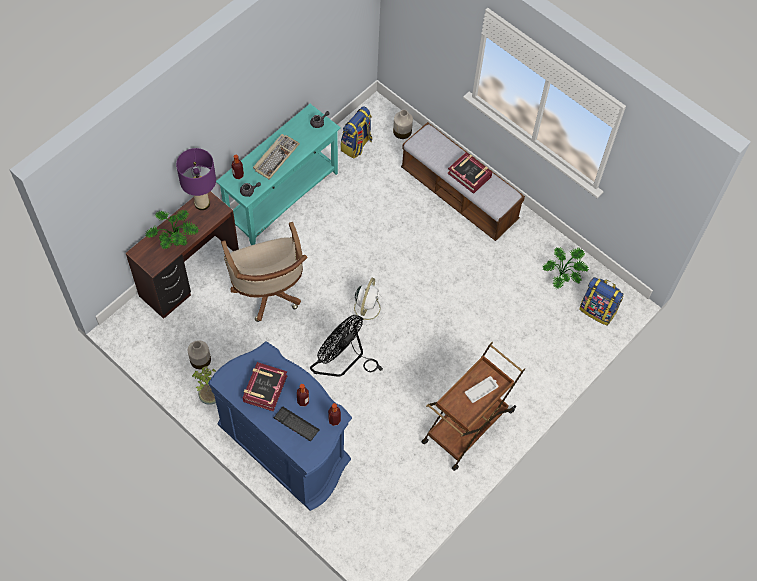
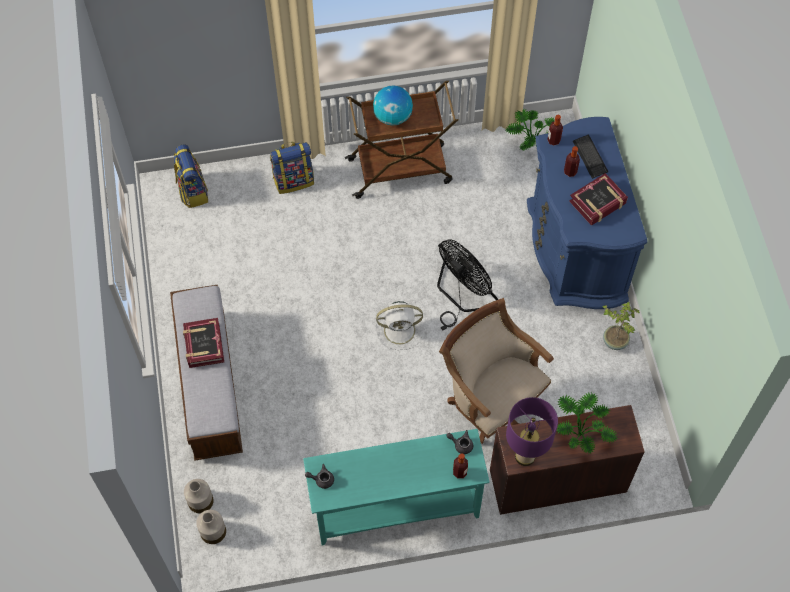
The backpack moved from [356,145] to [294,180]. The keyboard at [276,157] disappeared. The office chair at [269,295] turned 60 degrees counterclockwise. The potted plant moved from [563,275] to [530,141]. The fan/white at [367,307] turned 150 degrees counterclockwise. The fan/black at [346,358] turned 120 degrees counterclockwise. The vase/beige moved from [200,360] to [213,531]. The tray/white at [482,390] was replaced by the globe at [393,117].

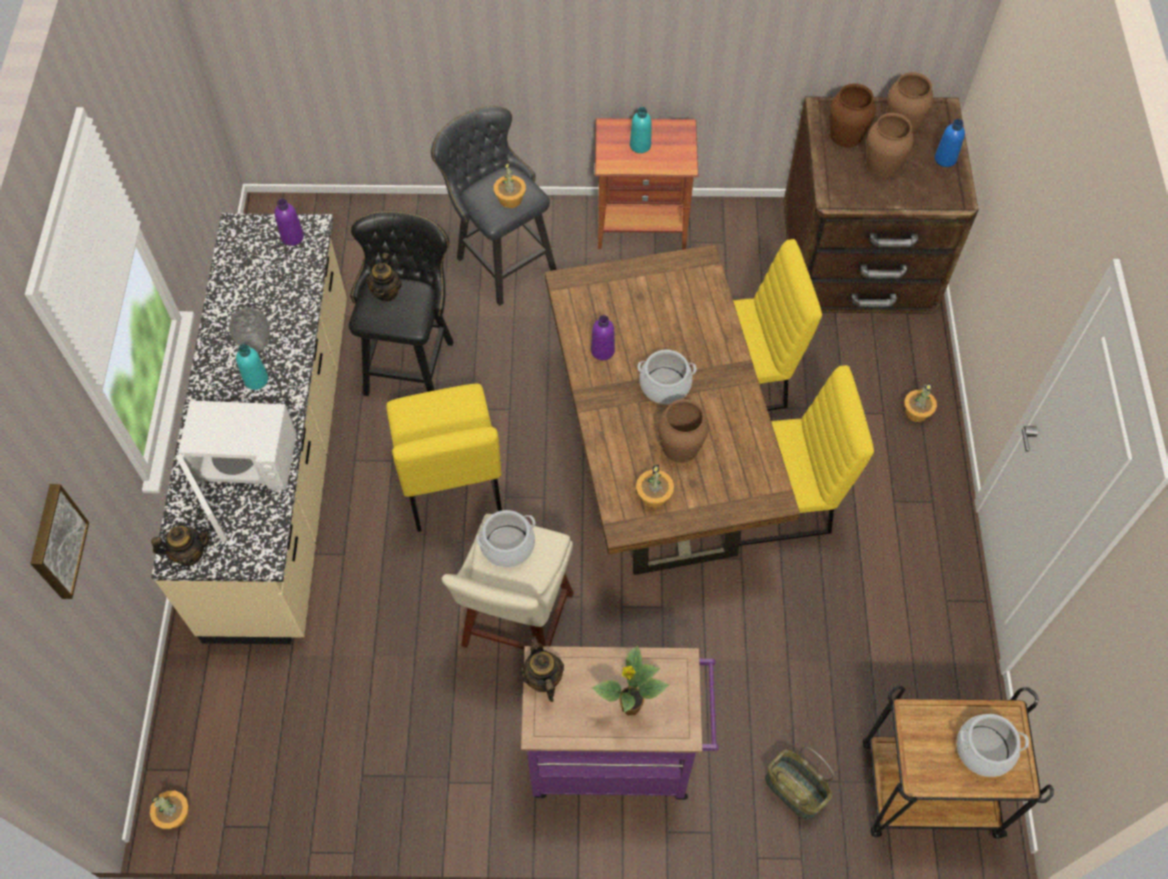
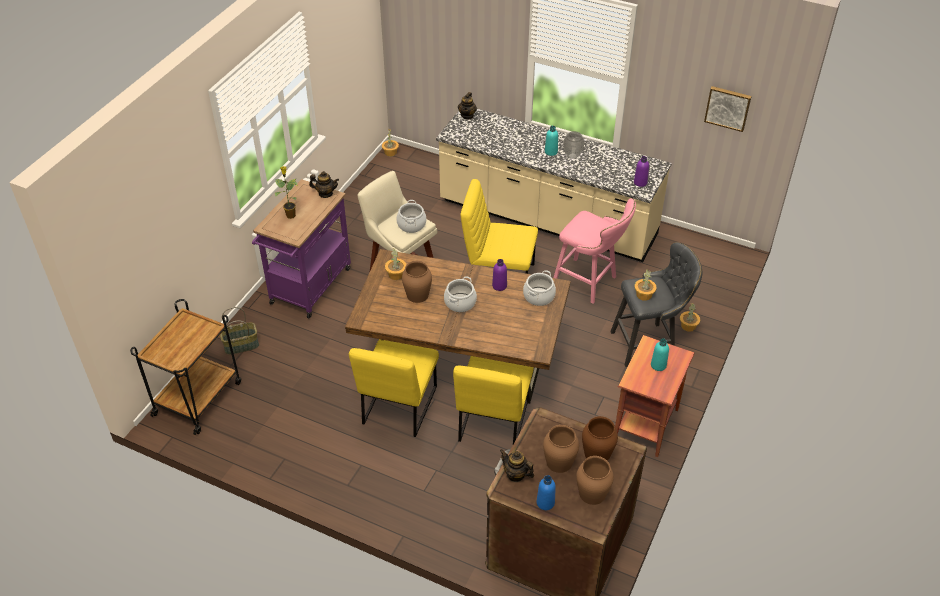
The stool/black at [412,357] became the stool/pink at [590,284]. The teapot moved from [387,292] to [515,474]. The potted plant moved from [917,412] to [688,326]. The microwave/white at [242,463] disappeared. The picture moved from [55,542] to [728,107]. The cooking pot moved from [984,750] to [538,296].

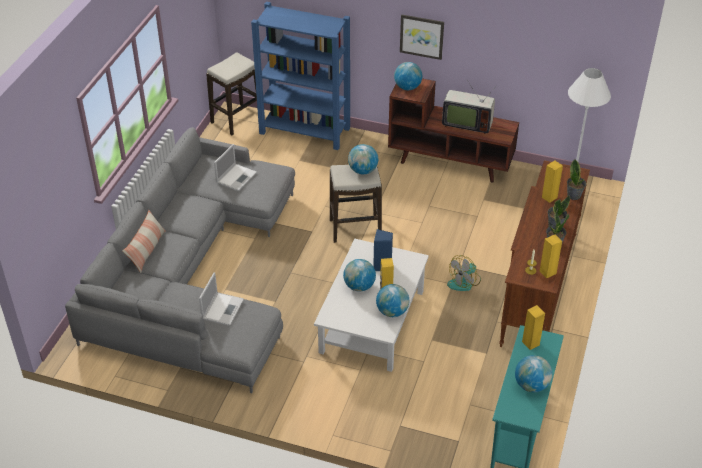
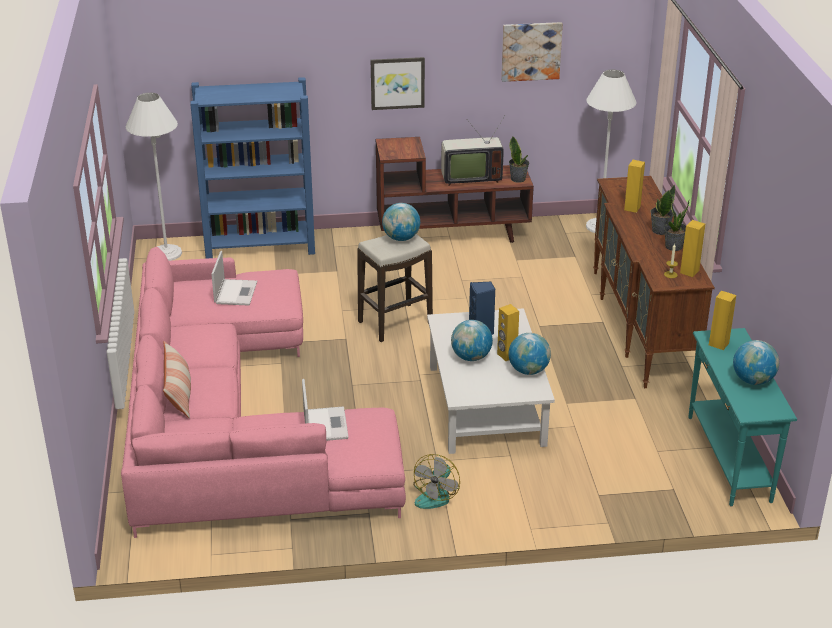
The stool at [236,119] was replaced by the floor lamp/white at [166,253]. The globe at [407,87] disappeared. The sofa/grey at [193,277] became the sofa/pink at [234,422]. The potted plant moved from [574,195] to [518,179]. The fan moved from [464,282] to [436,495]. The picture at [531,51] appeared.

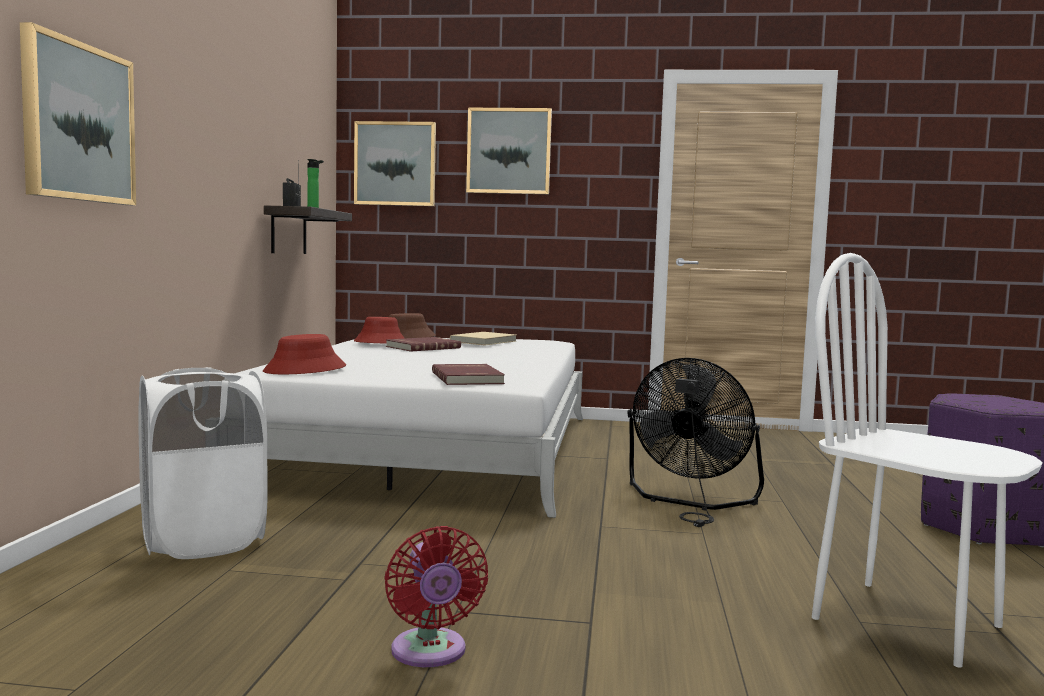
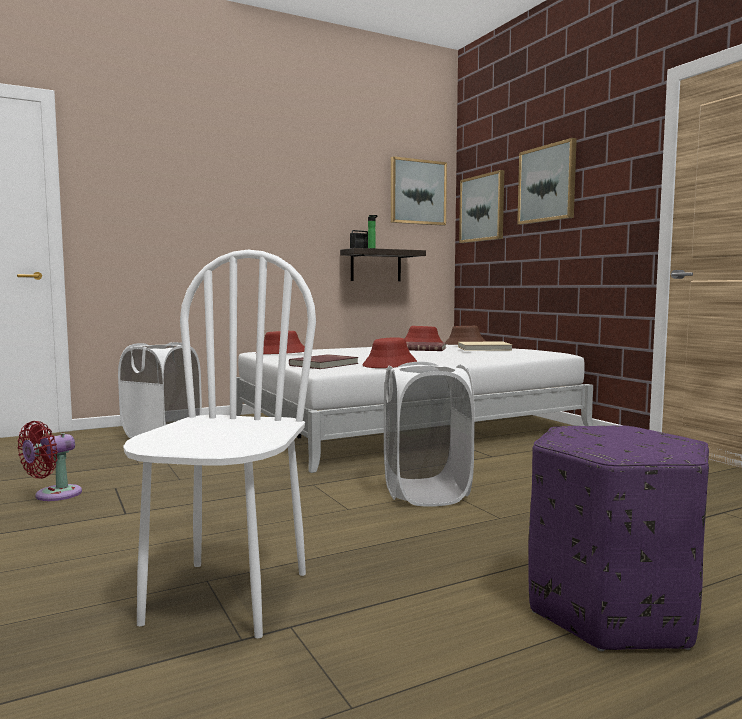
The picture moved from [78,123] to [417,192]. The fan/black at [688,501] was replaced by the laundry basket/white at [425,493]. The hat/red at [390,364] appeared.

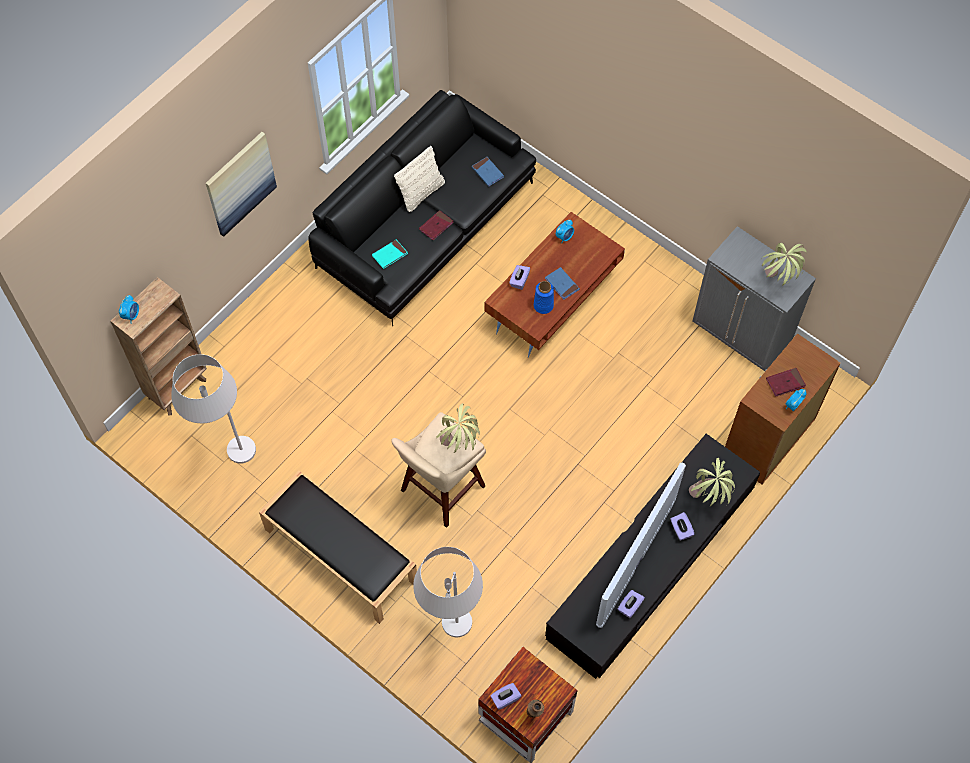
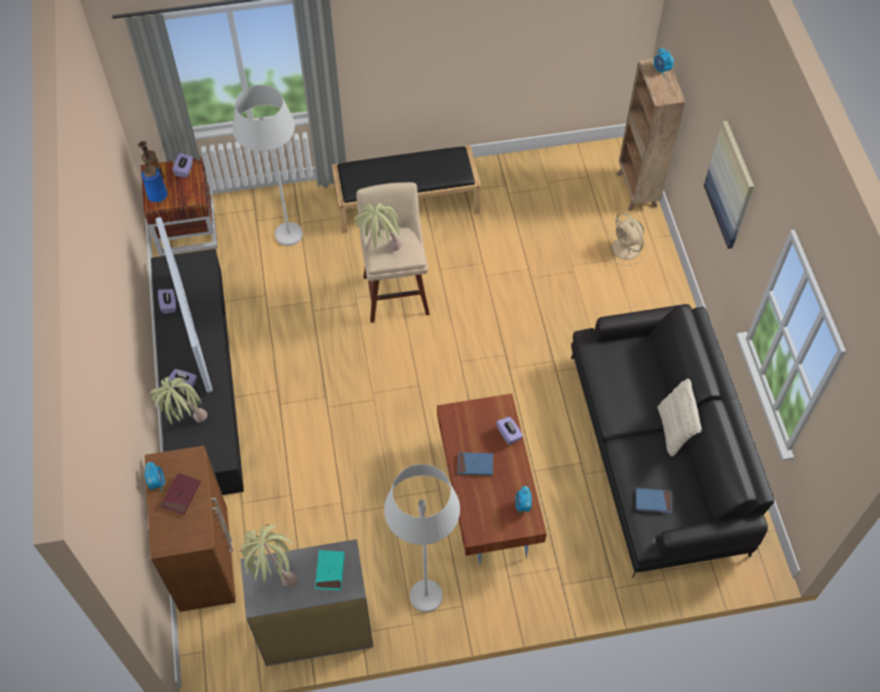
The book/red at [436,226] disappeared. The book/turquoise moved from [390,255] to [330,571]. The vase/blue moved from [543,305] to [157,195]. The floor lamp/white moved from [229,461] to [424,579]. The fan/beige at [626,249] appeared.

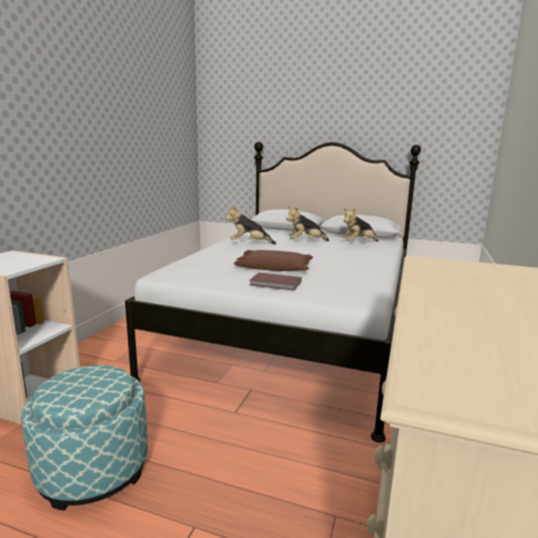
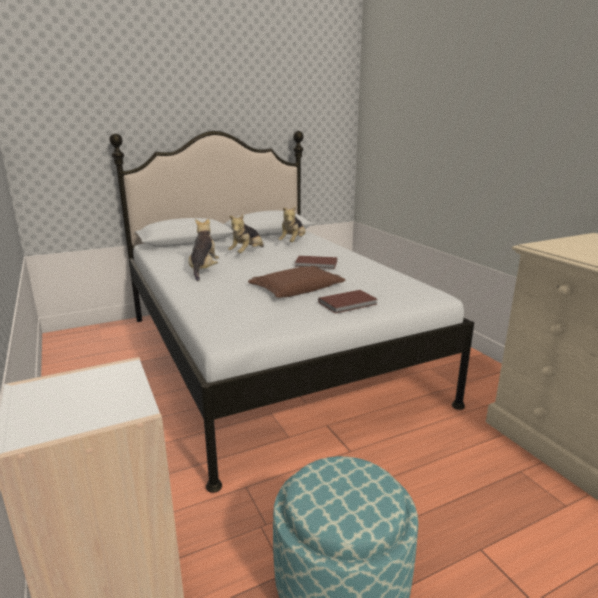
The plush toy at [249,243] turned 135 degrees clockwise. The book/brown at [316,264] appeared.

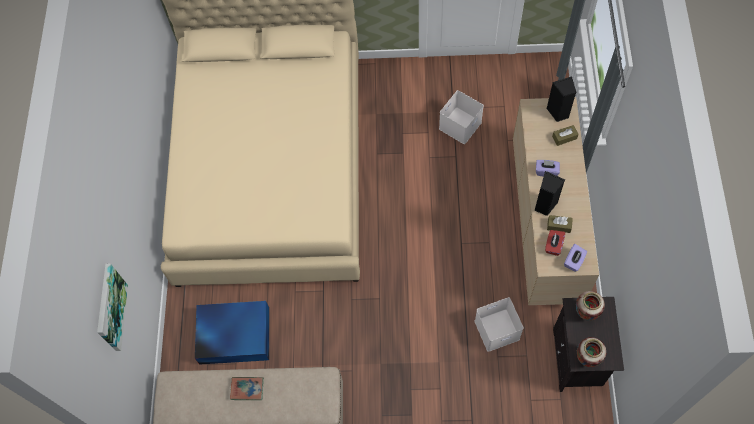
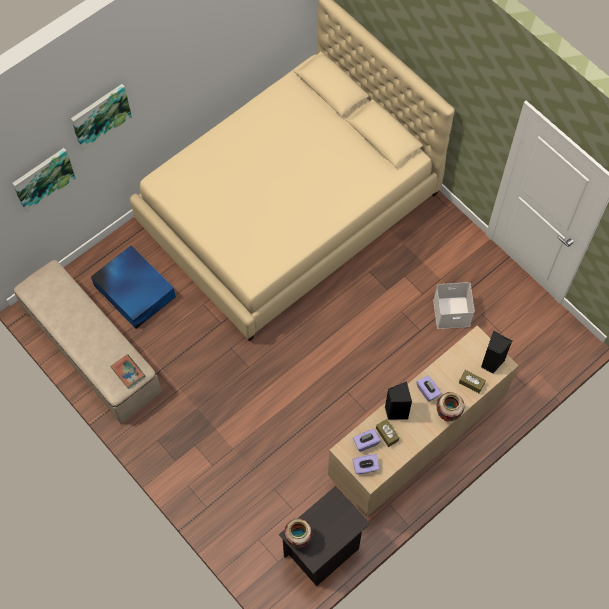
The tissue box/red at [553,245] became the tissue box/purple at [366,442]. The vase moved from [585,313] to [447,415]. The storage box/white at [496,331] disappeared. The book moved from [247,389] to [128,372]. The picture at [100,116] appeared.

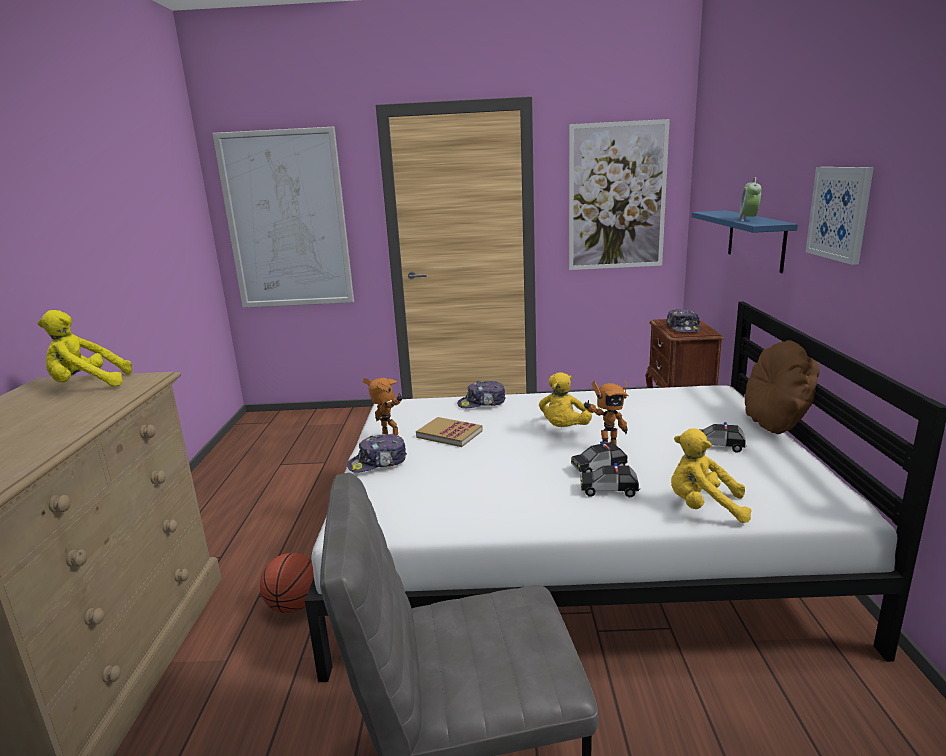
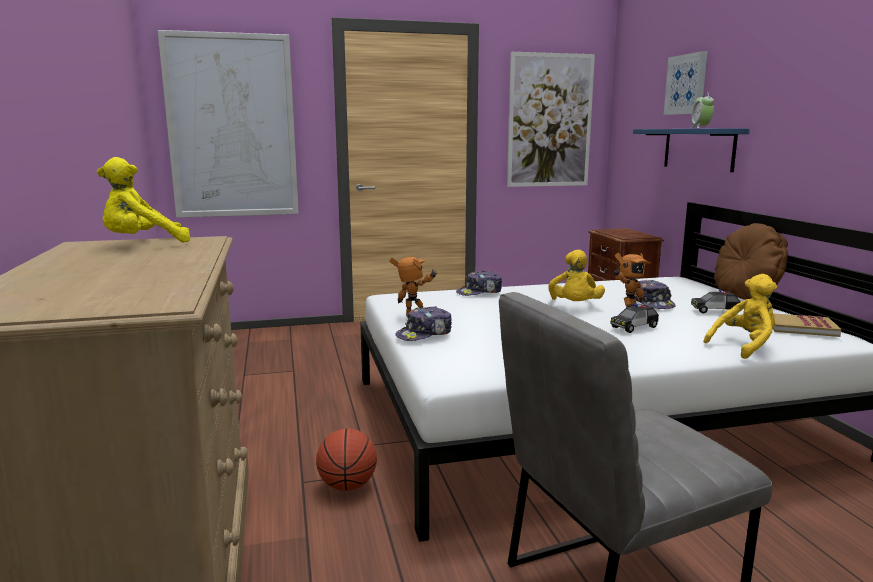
The picture moved from [839,213] to [686,84]. The cap moved from [683,328] to [651,303]. The book moved from [449,434] to [801,327]. The plush toy/yellow at [703,507] turned 150 degrees clockwise. The toy car at [609,490] disappeared.

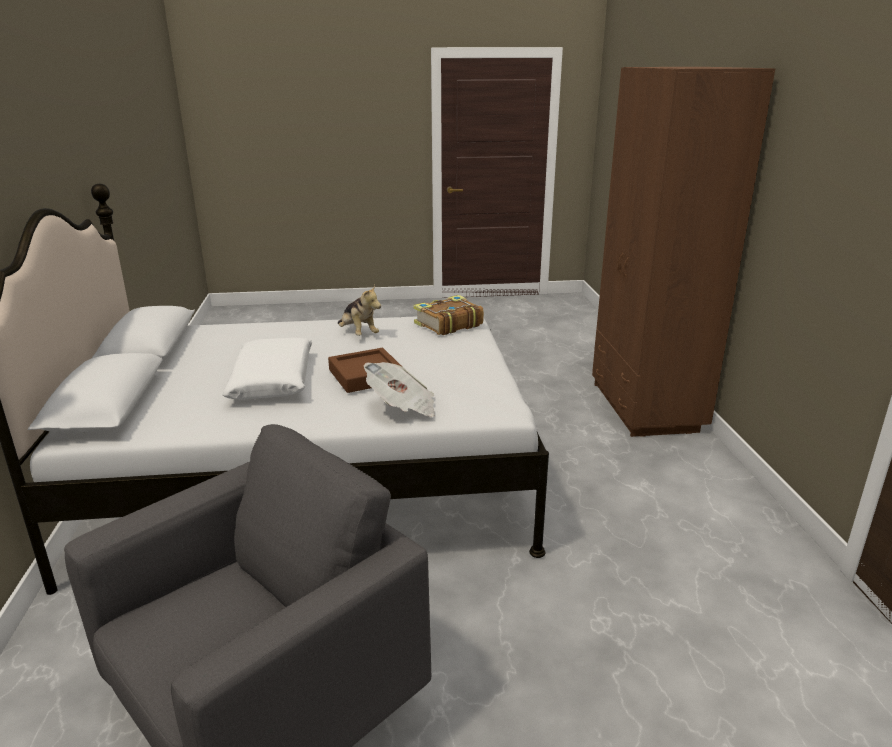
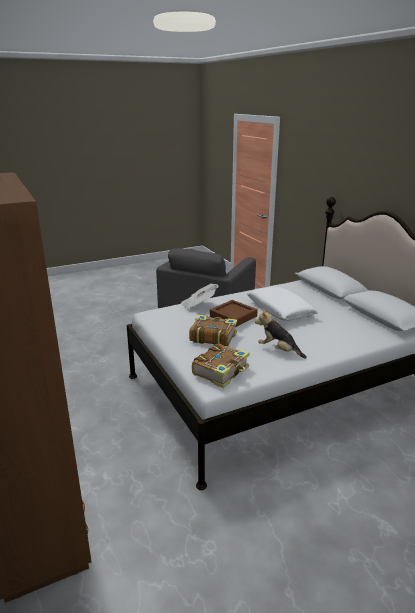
The book at [212,337] appeared.

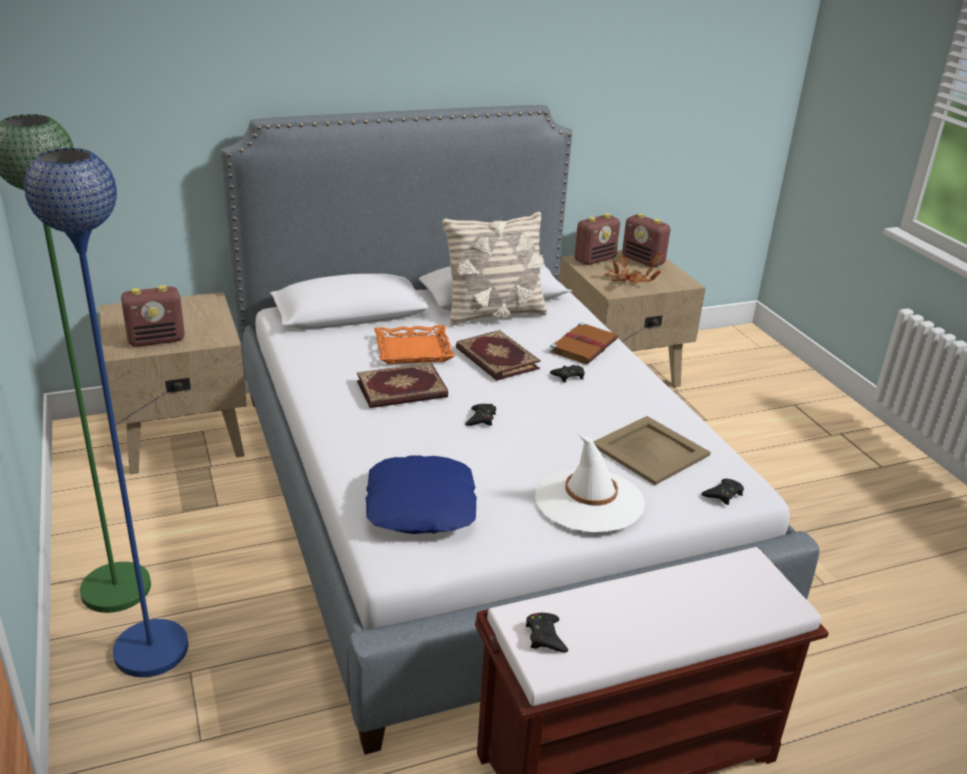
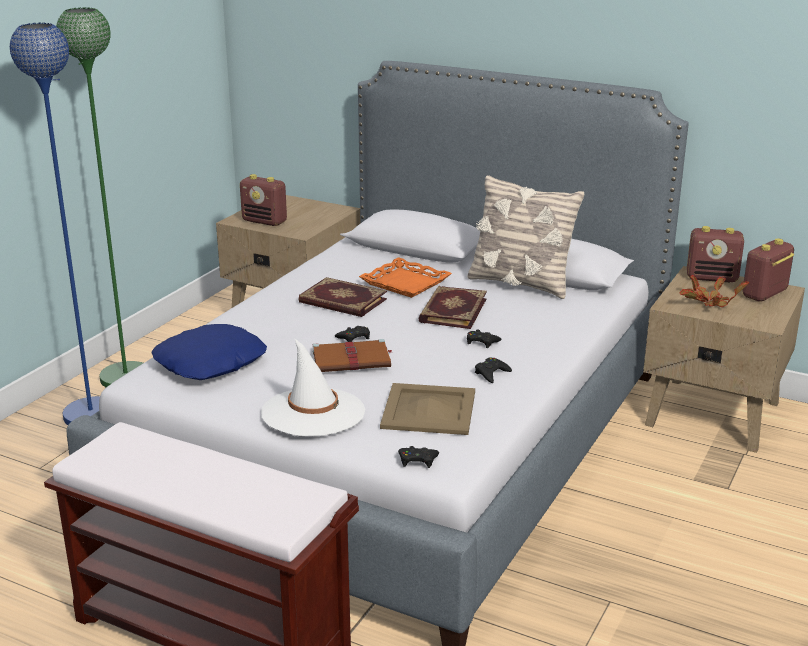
The radio at [643,261] turned 45 degrees clockwise. The book/brown moved from [584,346] to [353,359]. The game controller/black moved from [545,636] to [491,373].

